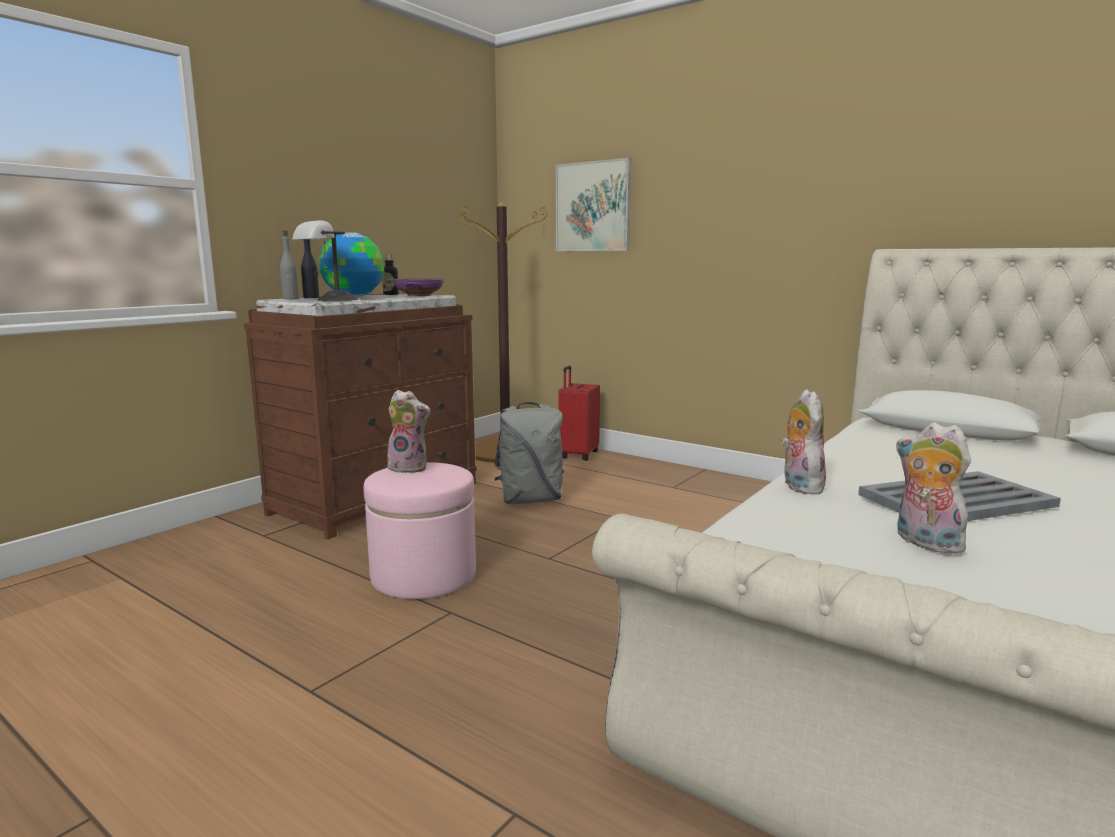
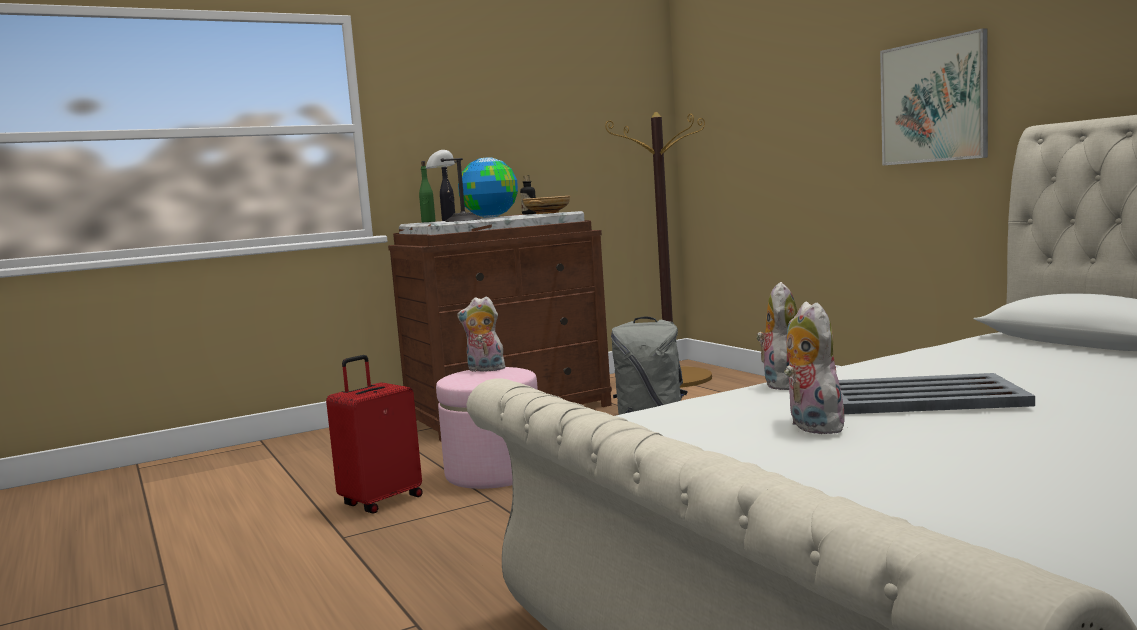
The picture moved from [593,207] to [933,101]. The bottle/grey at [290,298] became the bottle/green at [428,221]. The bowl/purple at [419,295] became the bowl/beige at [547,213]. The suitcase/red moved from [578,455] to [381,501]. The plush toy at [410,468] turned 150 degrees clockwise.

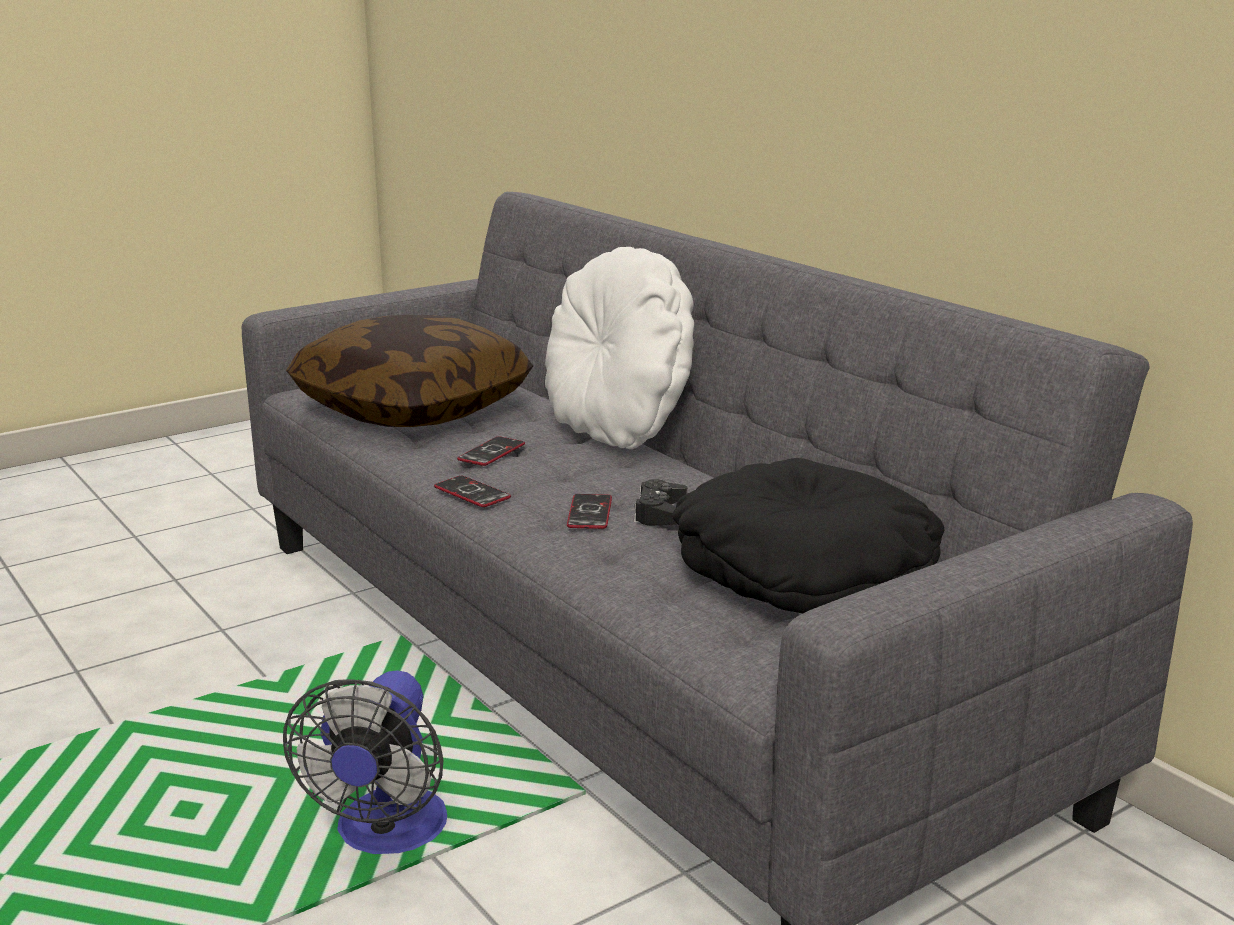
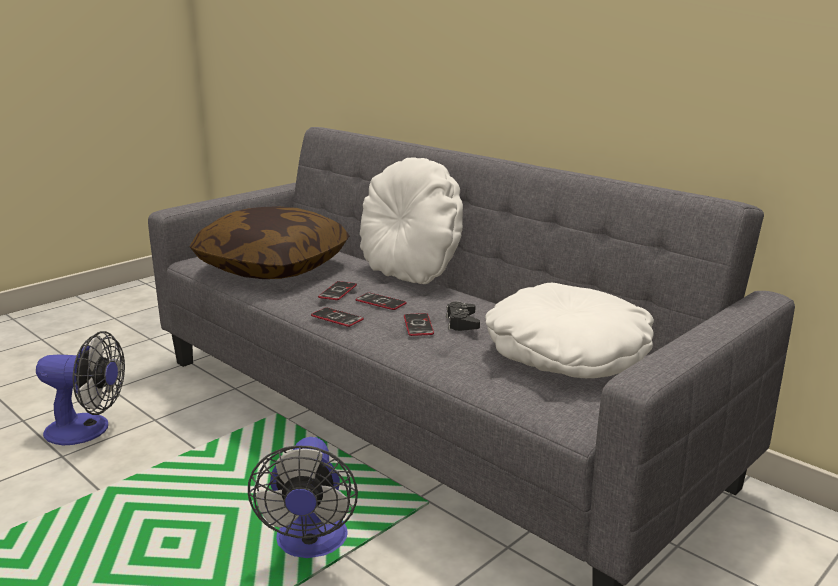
The pillow/black at [809,573] became the pillow/white at [570,353]. The phone at [380,302] appeared. The fan at [88,430] appeared.

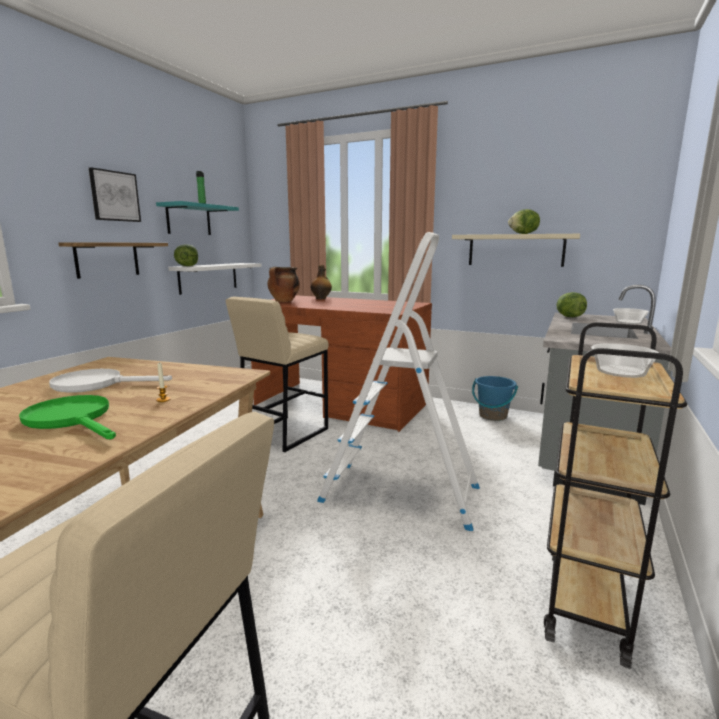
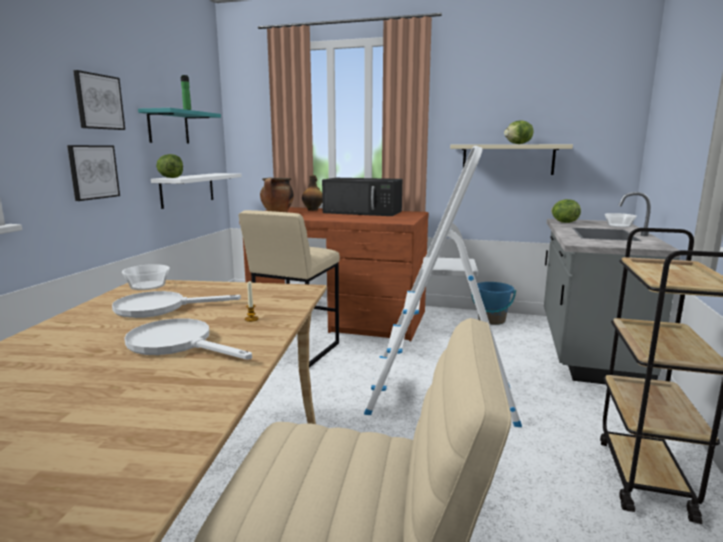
The shelf at [107,259] was replaced by the picture at [93,172]. The bowl moved from [620,371] to [147,286]. The frying pan/green at [73,419] became the frying pan/white at [178,344]. The microwave/black at [363,212] appeared.

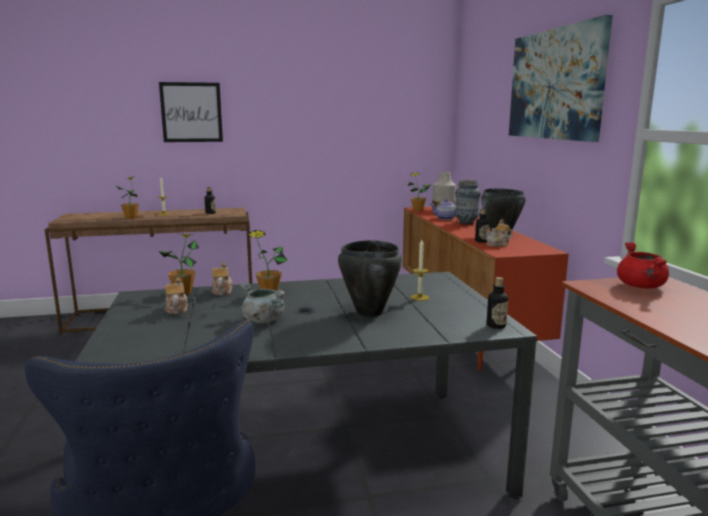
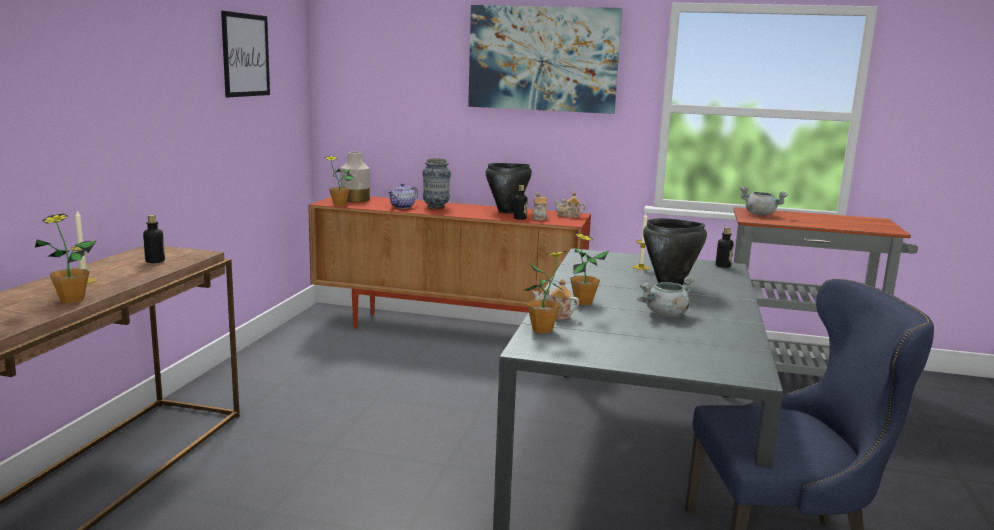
The picture moved from [191,112] to [245,55]. The cooking pot/red at [641,286] became the cooking pot/grey at [760,214]. The teapot moved from [176,309] to [568,216].

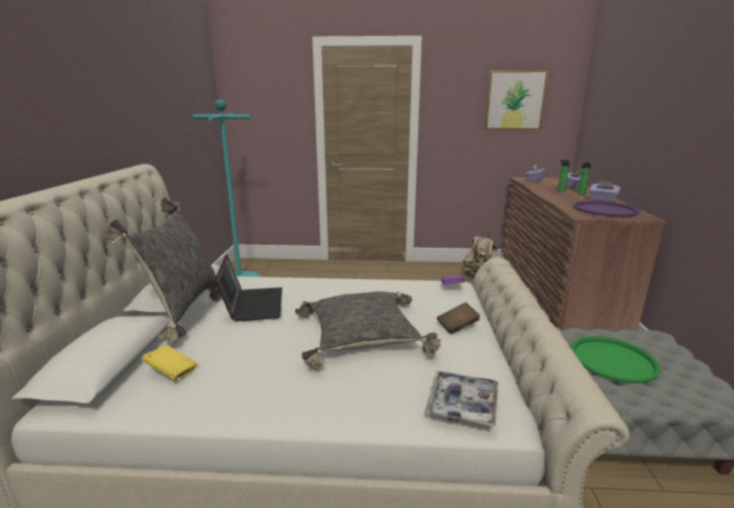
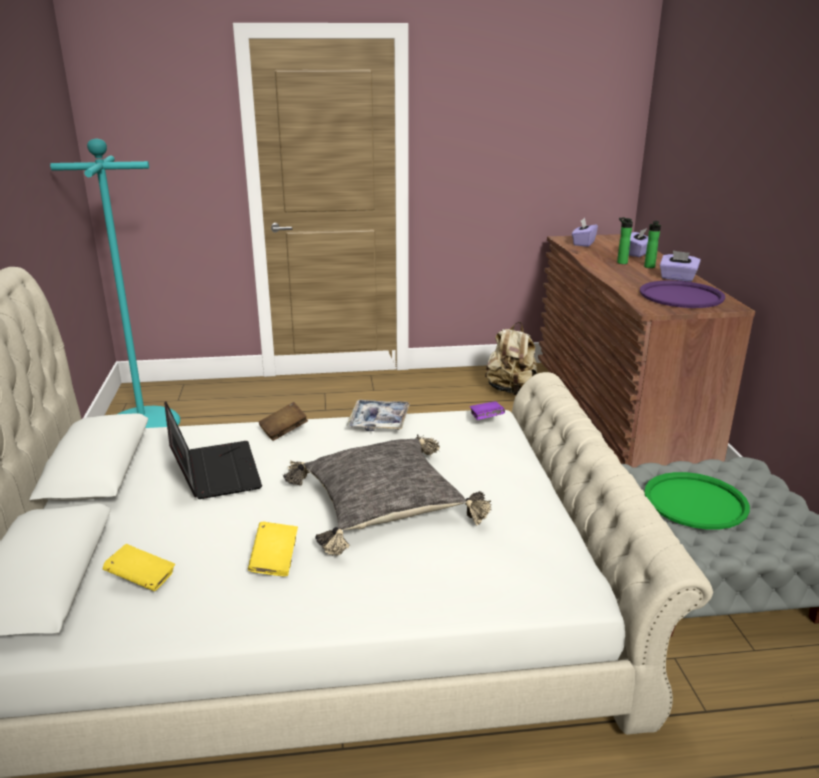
The picture at [515,100] disappeared. The pillow at [181,319] disappeared. The book/brown moved from [457,326] to [284,431]. The tray moved from [462,404] to [379,421]. The book/yellow at [274,561] appeared.

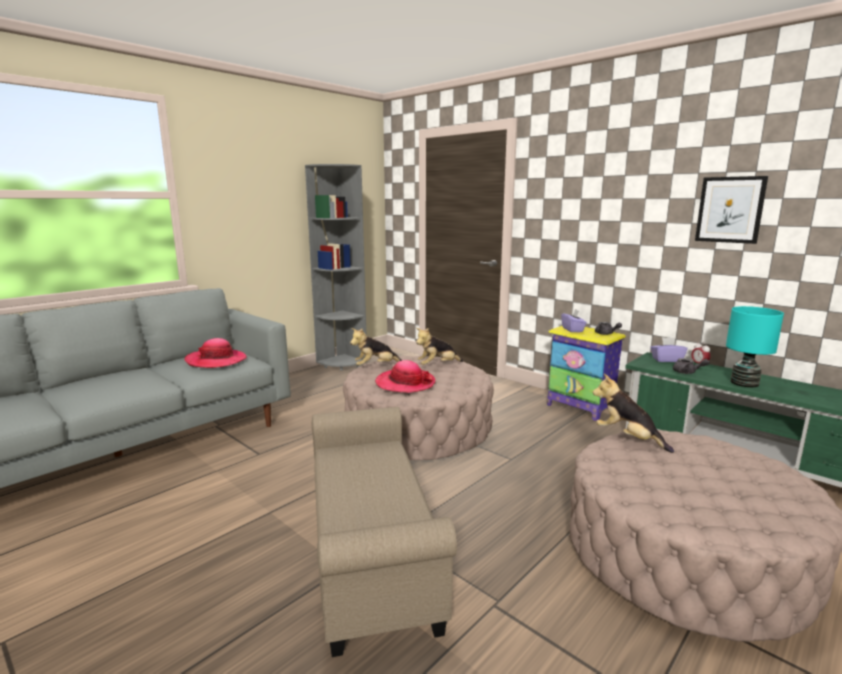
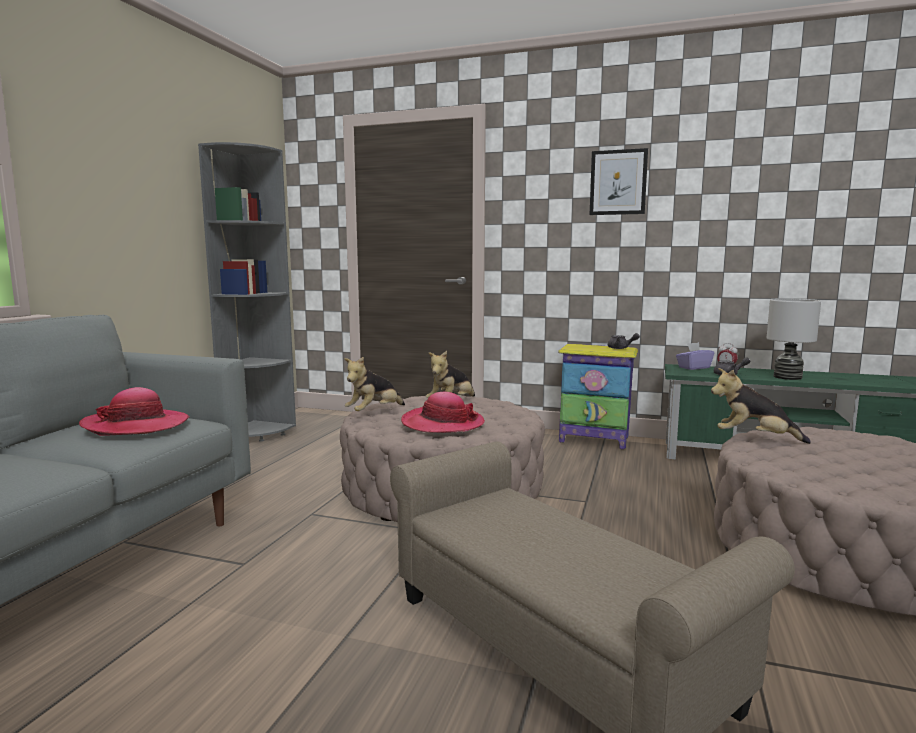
The picture moved from [730,210] to [618,182]. The table lamp/turquoise at [744,383] became the table lamp/grey at [787,377]. The tissue box/purple at [573,329] disappeared.

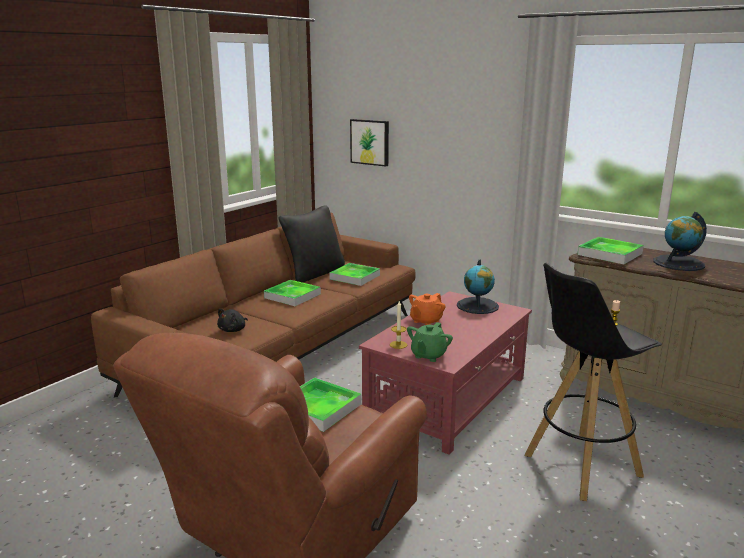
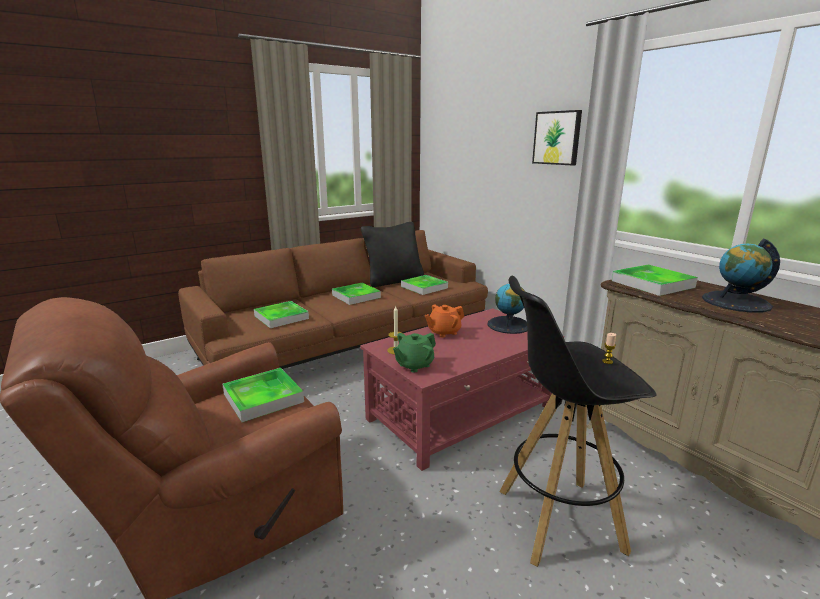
The picture moved from [370,142] to [557,138]. The plush toy/black at [233,330] was replaced by the tray at [281,317].

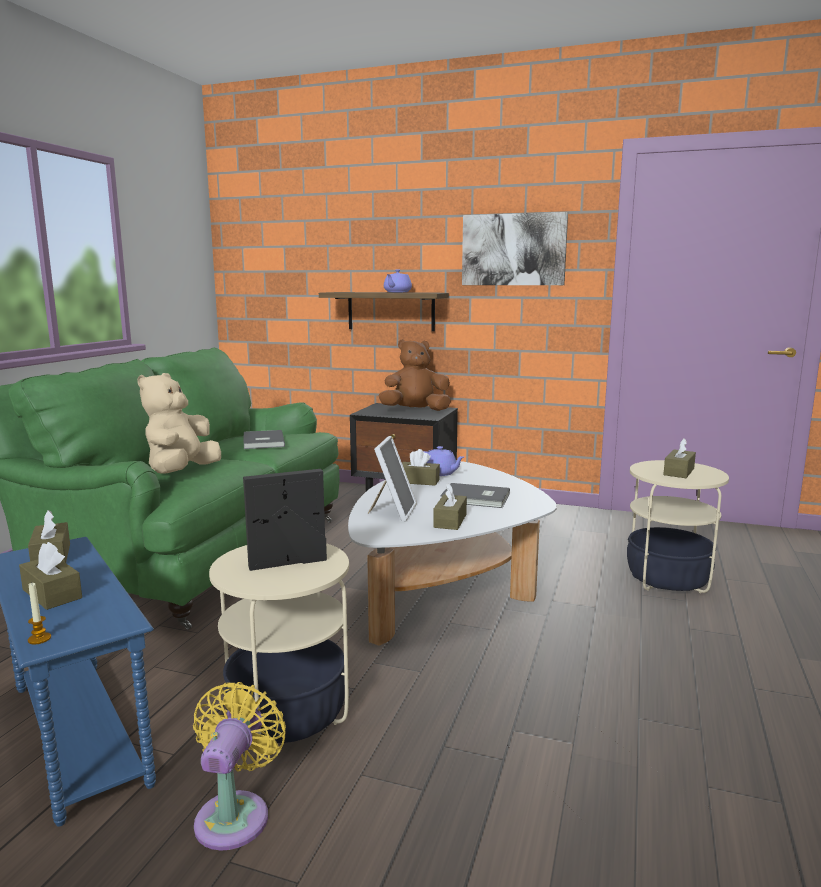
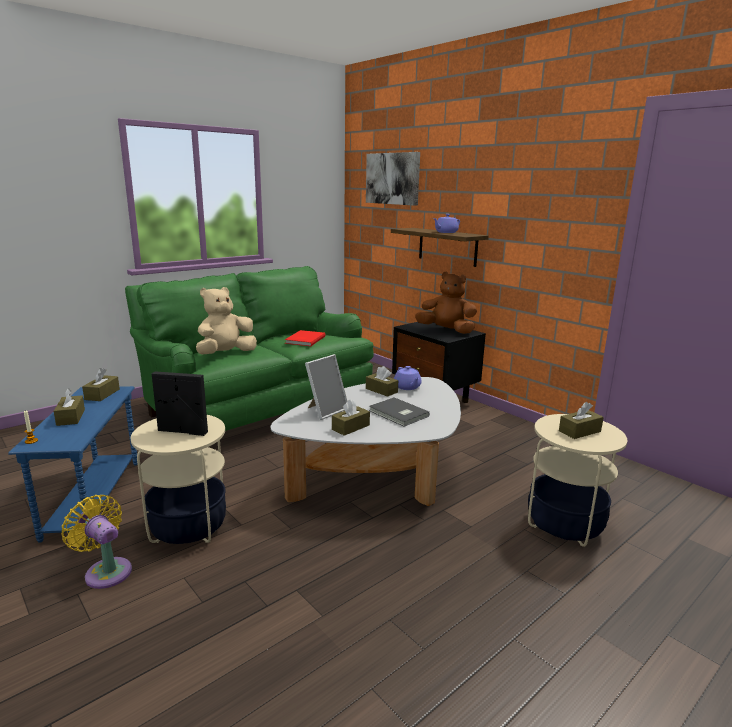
The picture moved from [513,250] to [392,178]. The book/grey at [262,442] became the book/red at [304,340]. The fan/yellow at [235,814] turned 90 degrees counterclockwise.

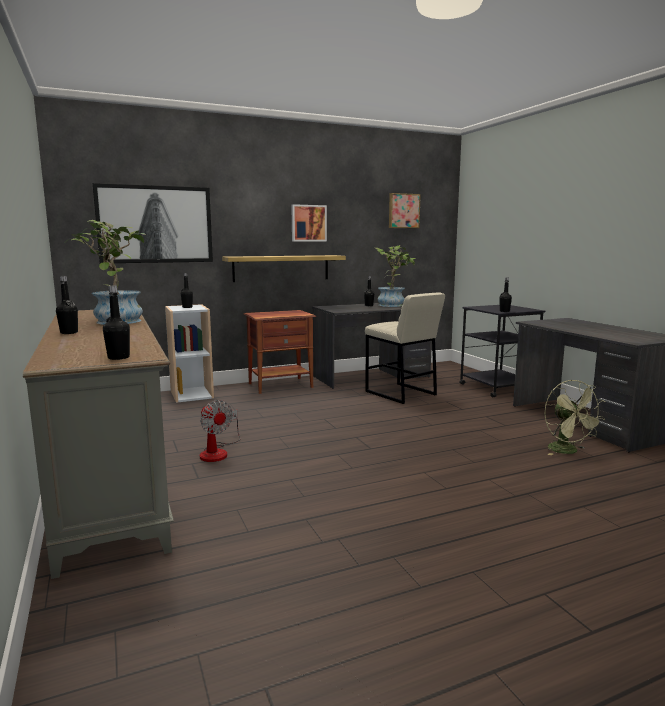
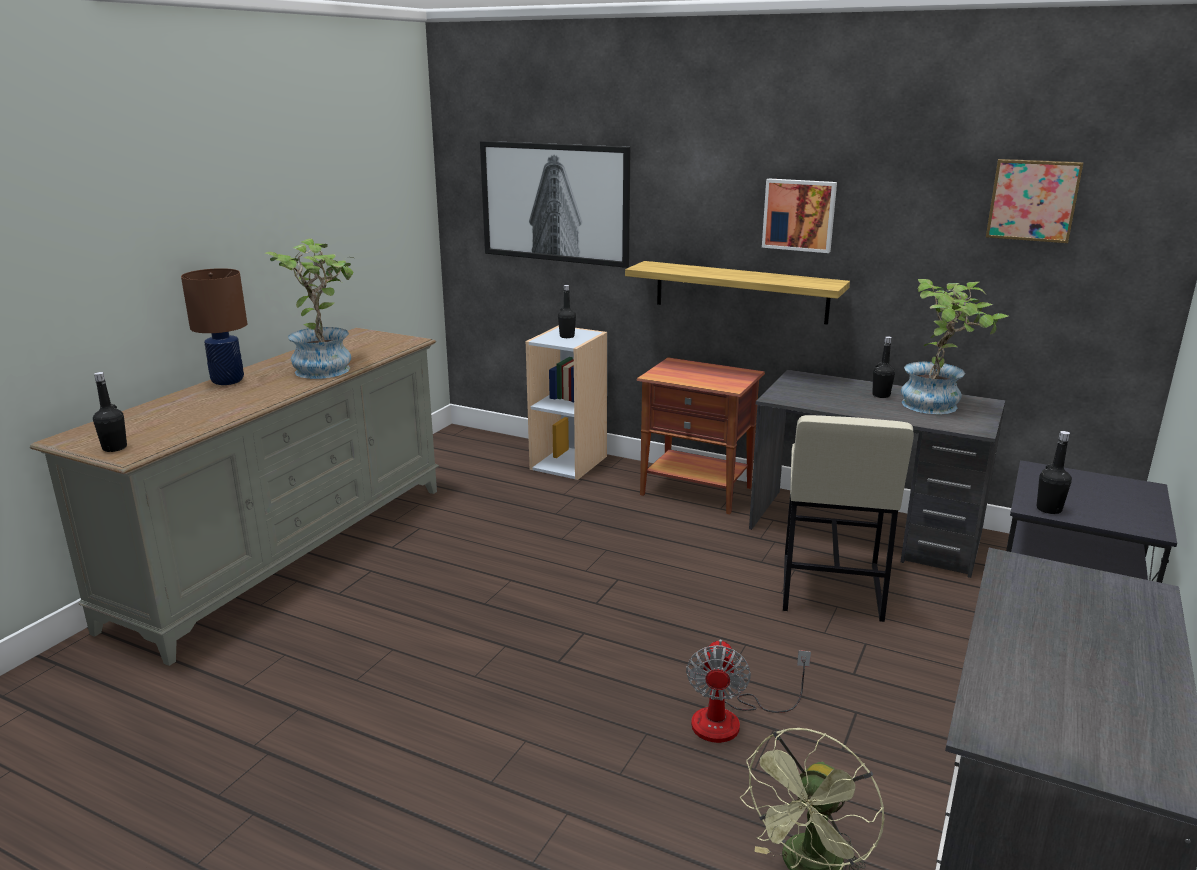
The bottle/black at [69,333] was replaced by the table lamp/brown at [228,382]. The fan moved from [218,452] to [731,720].

